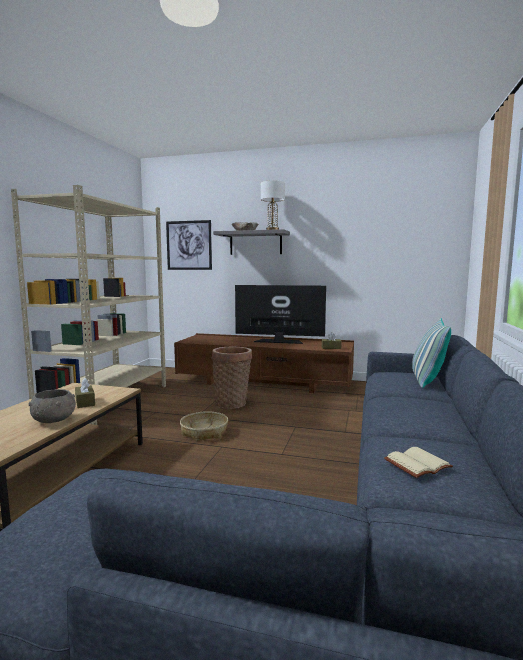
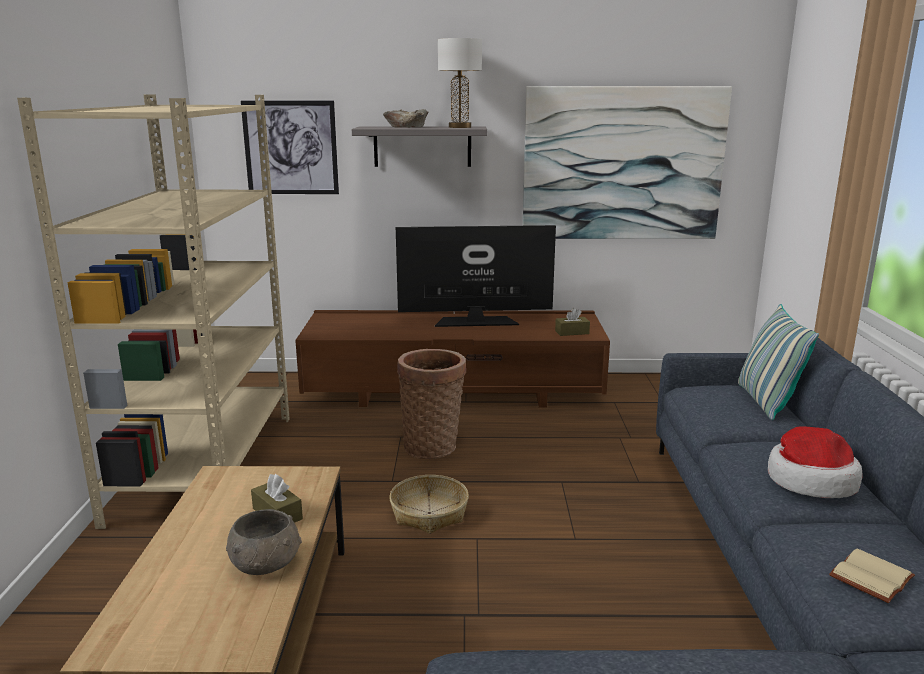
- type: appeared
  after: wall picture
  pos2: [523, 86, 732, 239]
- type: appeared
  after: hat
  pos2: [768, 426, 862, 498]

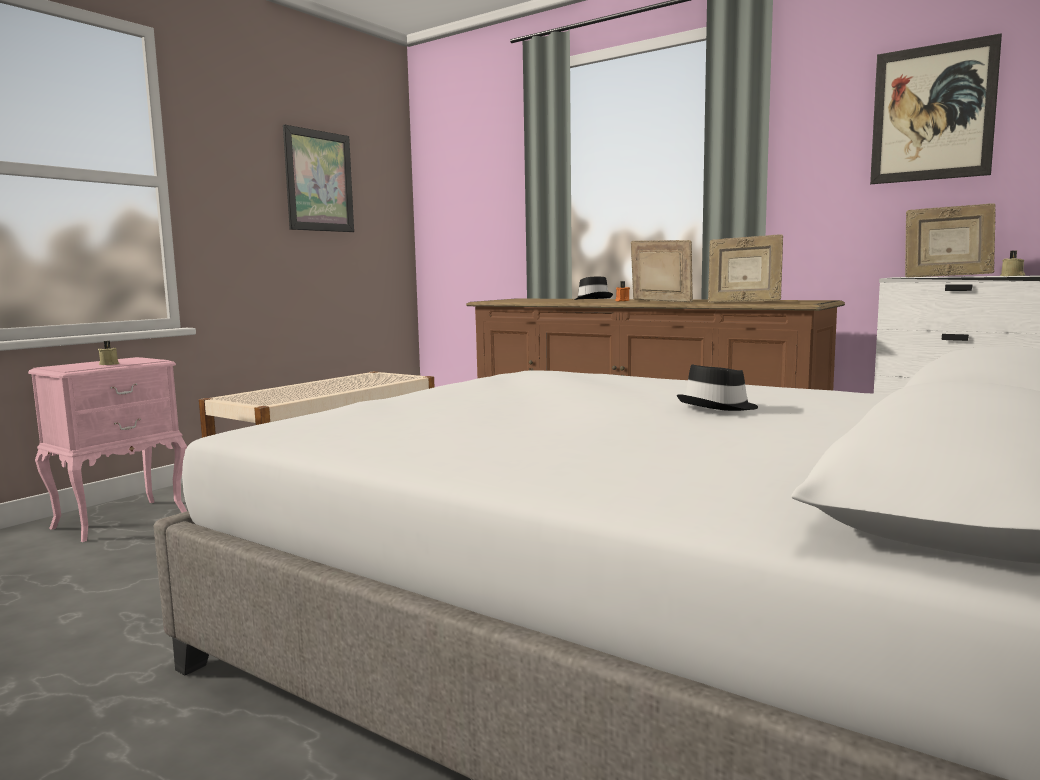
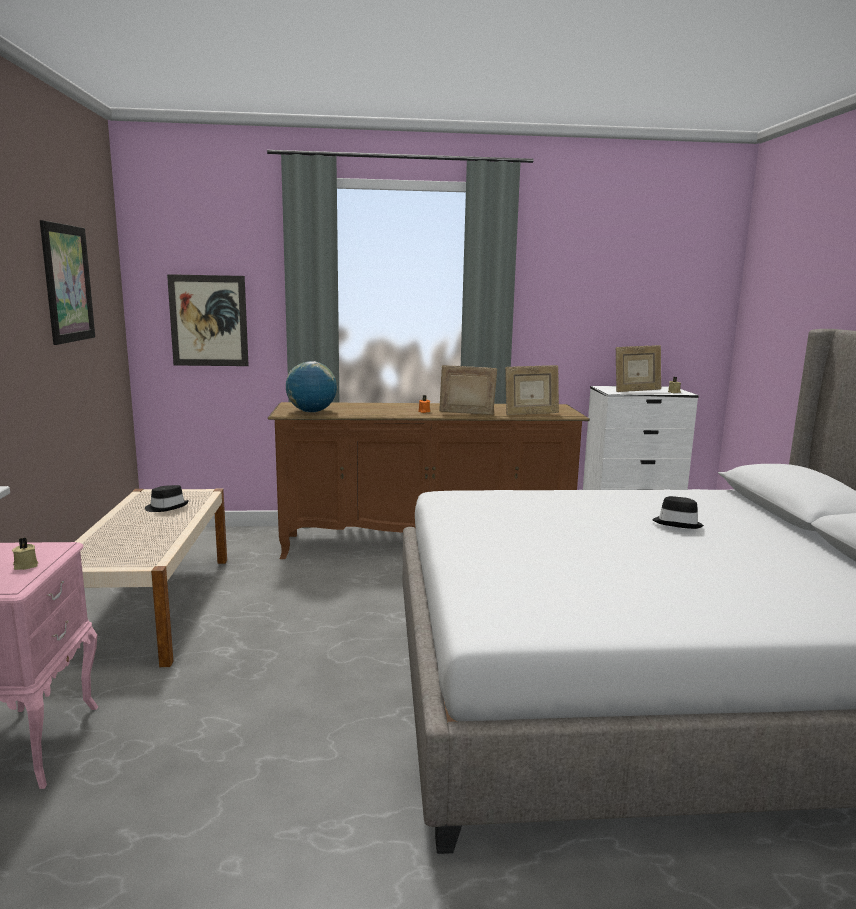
- type: relocated
  before: black hat
  pos1: [574, 277, 613, 300]
  pos2: [145, 485, 189, 512]
- type: relocated
  before: wall picture
  pos1: [870, 33, 1002, 184]
  pos2: [167, 274, 249, 366]
- type: appeared
  after: desk globe
  pos2: [286, 361, 337, 412]

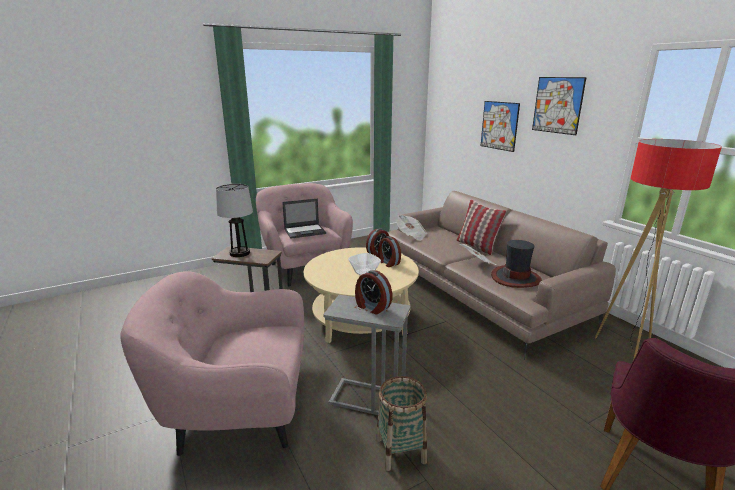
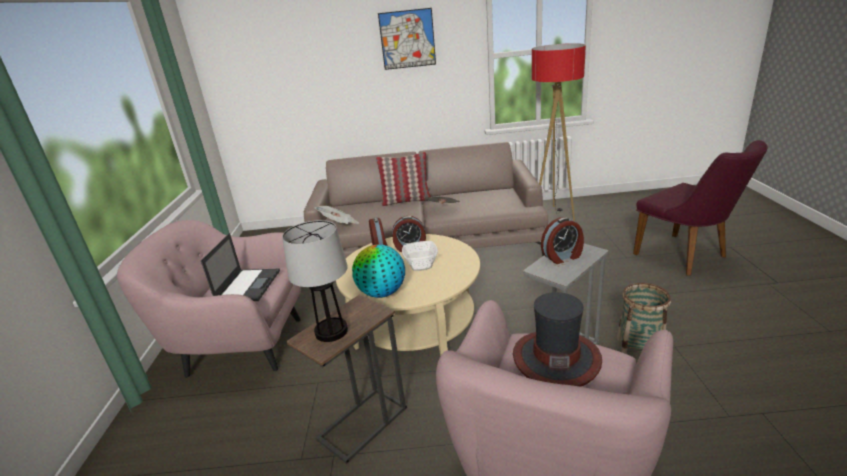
- type: missing
  before: wall picture
  pos1: [481, 101, 520, 152]
- type: relocated
  before: hat
  pos1: [491, 240, 542, 288]
  pos2: [513, 292, 602, 387]
- type: appeared
  after: desk globe
  pos2: [352, 244, 405, 298]

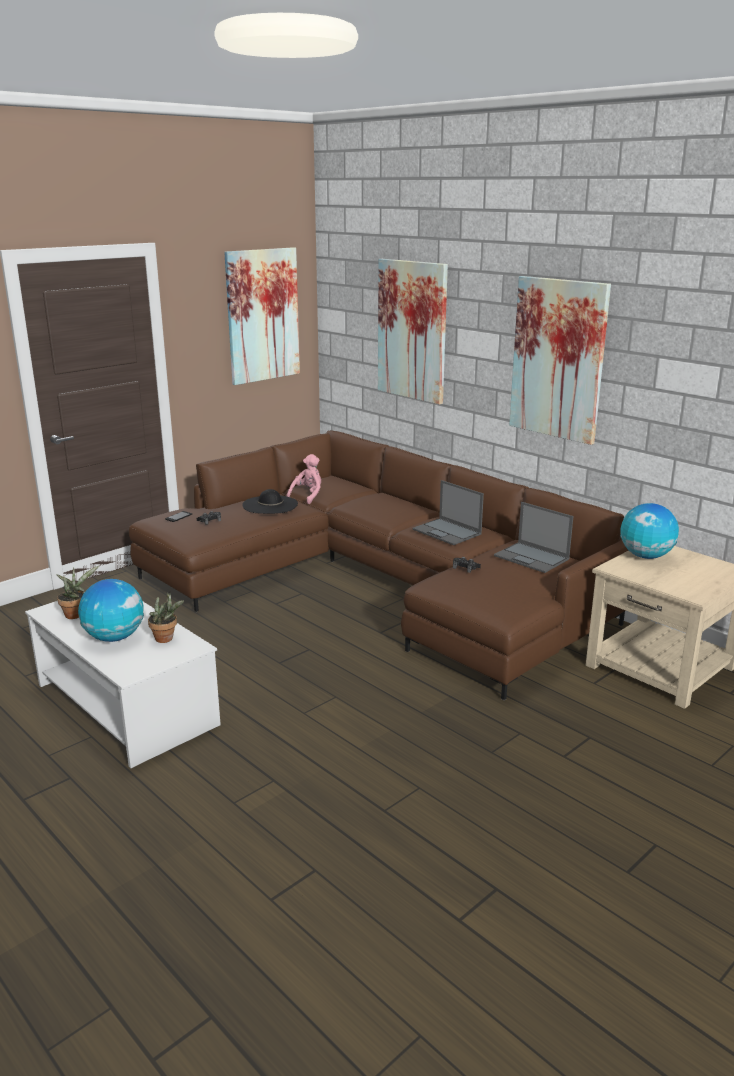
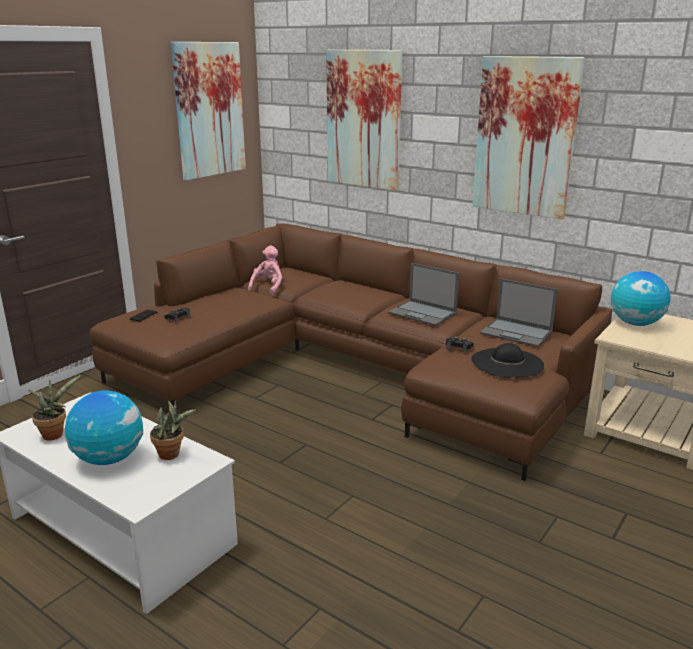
- type: relocated
  before: black hat
  pos1: [242, 489, 298, 514]
  pos2: [472, 343, 544, 378]

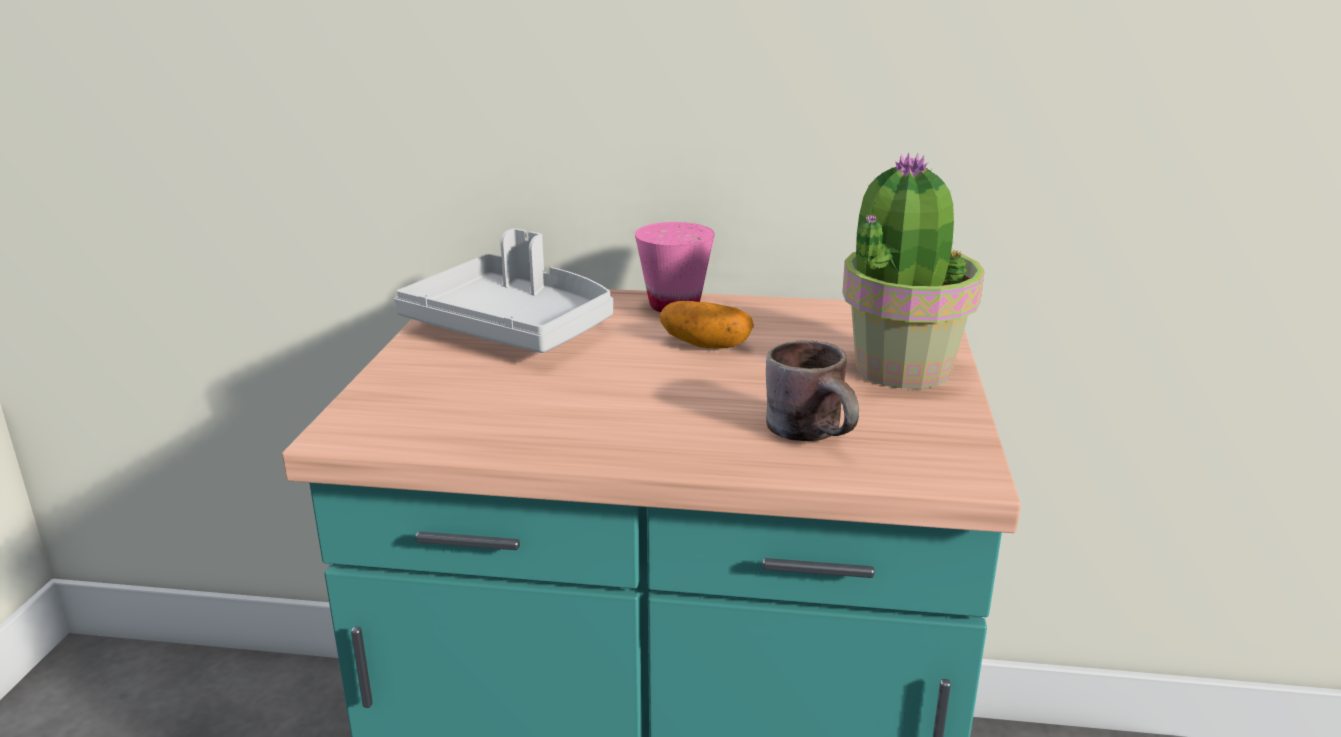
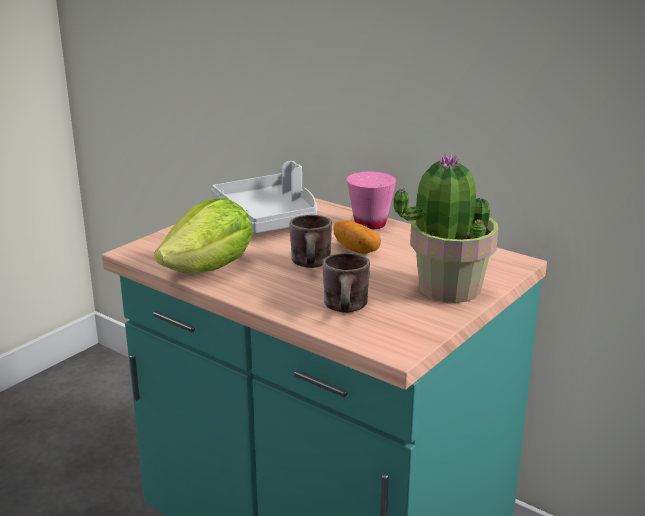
- type: appeared
  after: head of lettuce
  pos2: [154, 198, 253, 274]
- type: appeared
  after: brown-coloured coffee mug
  pos2: [289, 215, 332, 268]

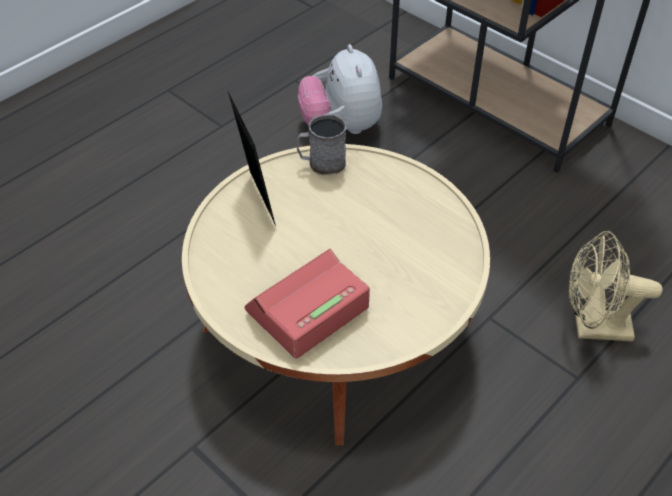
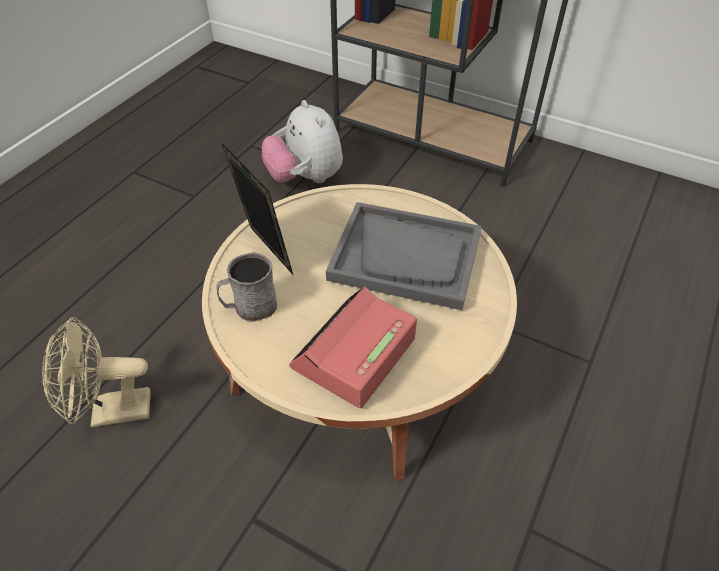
- type: relocated
  before: gray coffee mug
  pos1: [297, 114, 347, 175]
  pos2: [216, 252, 277, 322]
- type: relocated
  before: sand-coloured cooling fan
  pos1: [569, 231, 663, 341]
  pos2: [42, 317, 151, 428]
- type: appeared
  after: gray tray
  pos2: [326, 202, 482, 310]

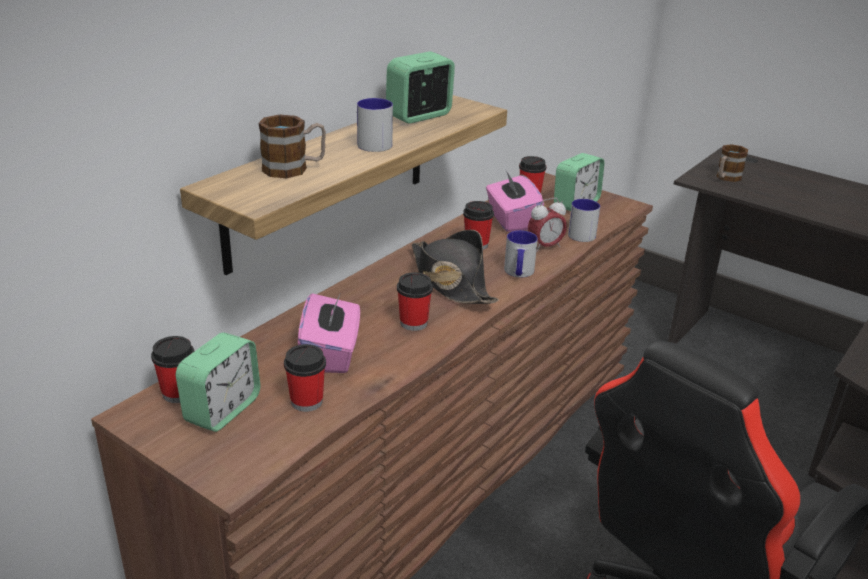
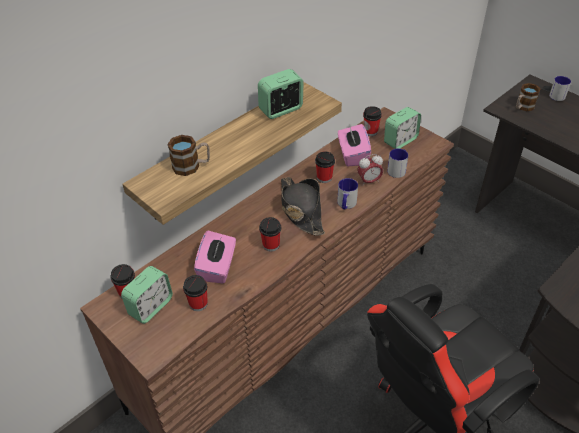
- type: relocated
  before: coffee mug
  pos1: [357, 98, 393, 152]
  pos2: [549, 76, 571, 101]

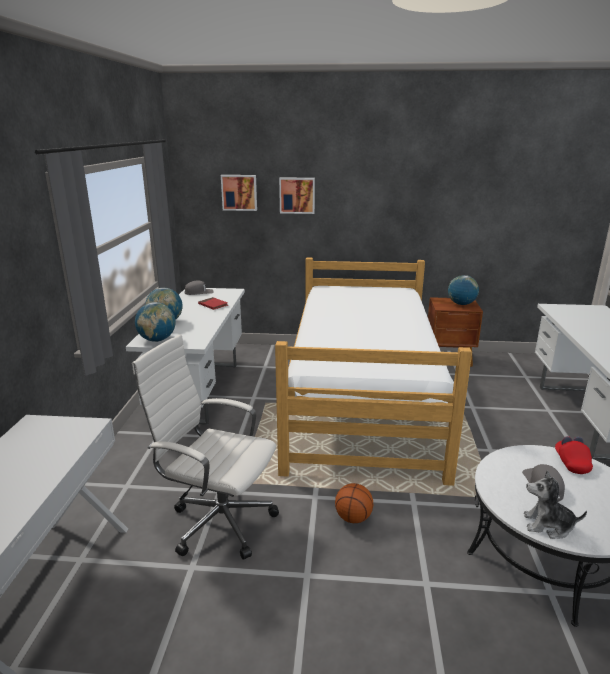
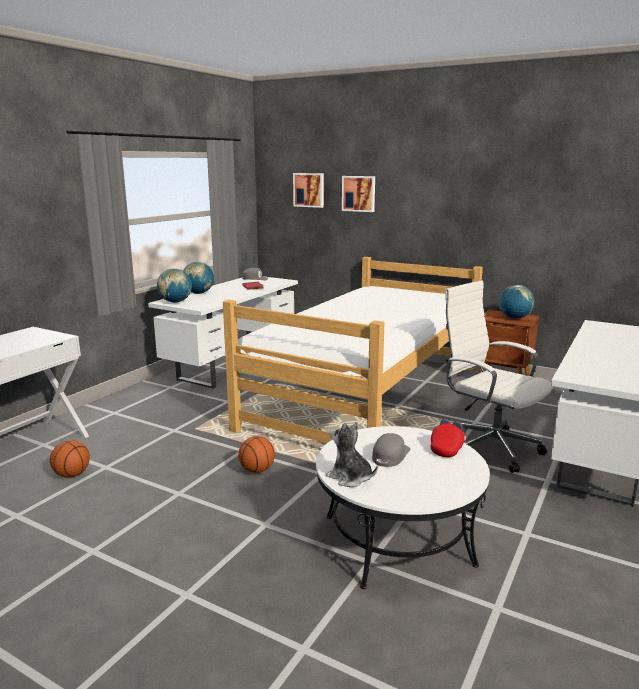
- type: relocated
  before: white desk chair
  pos1: [132, 334, 279, 560]
  pos2: [445, 280, 554, 473]
- type: appeared
  after: basketball
  pos2: [50, 440, 90, 478]

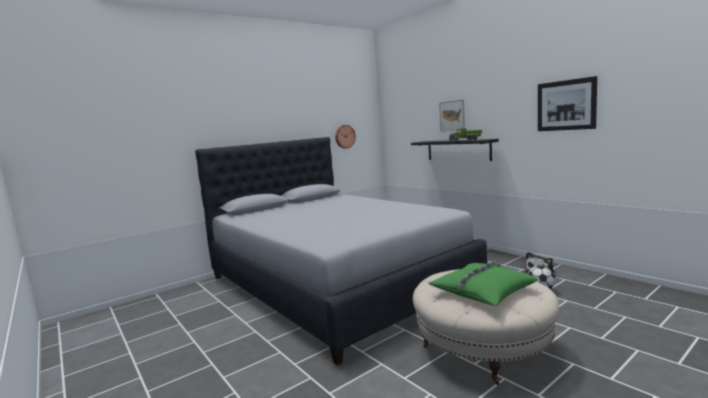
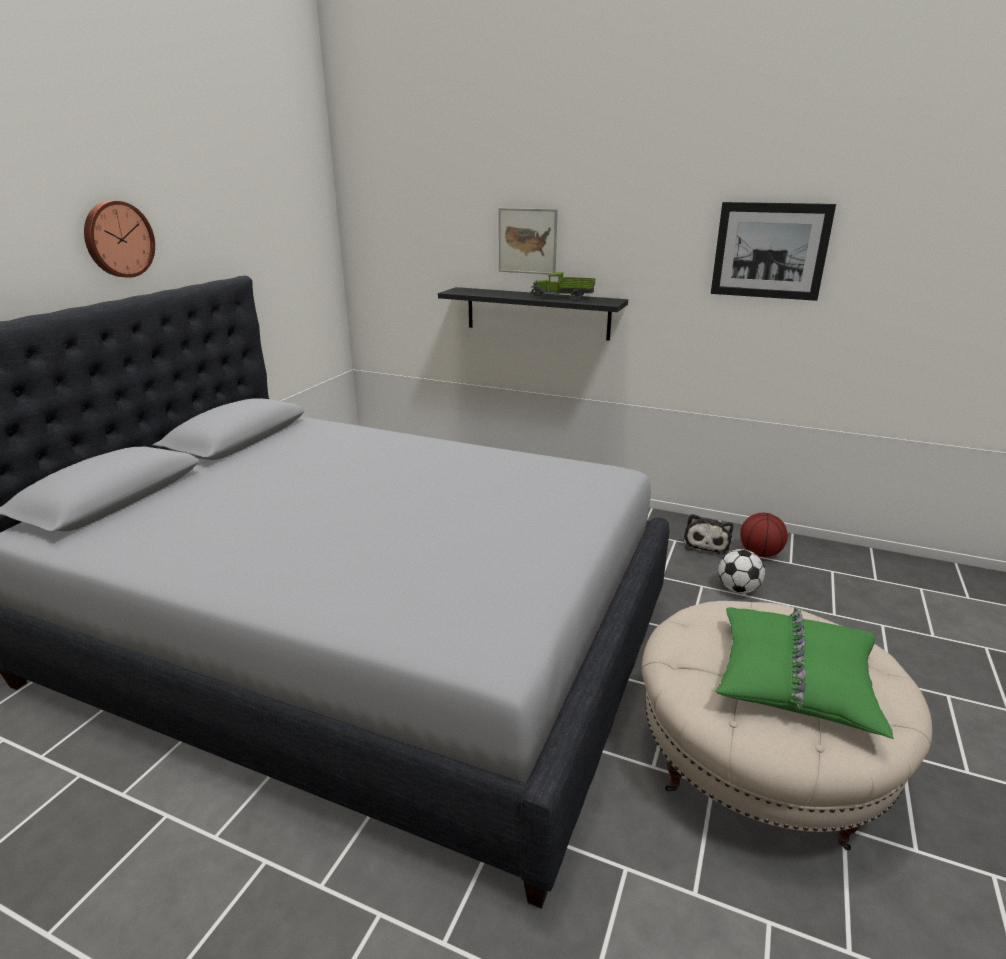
- type: relocated
  before: hanging clock
  pos1: [335, 125, 356, 148]
  pos2: [84, 201, 155, 278]
- type: appeared
  after: basketball
  pos2: [740, 513, 788, 557]

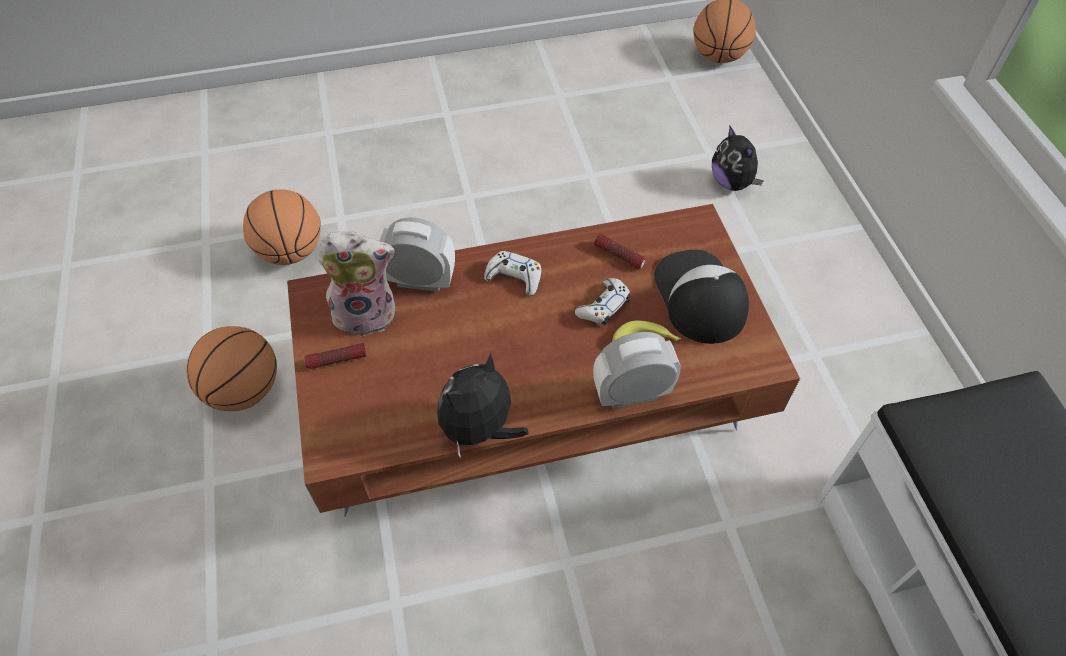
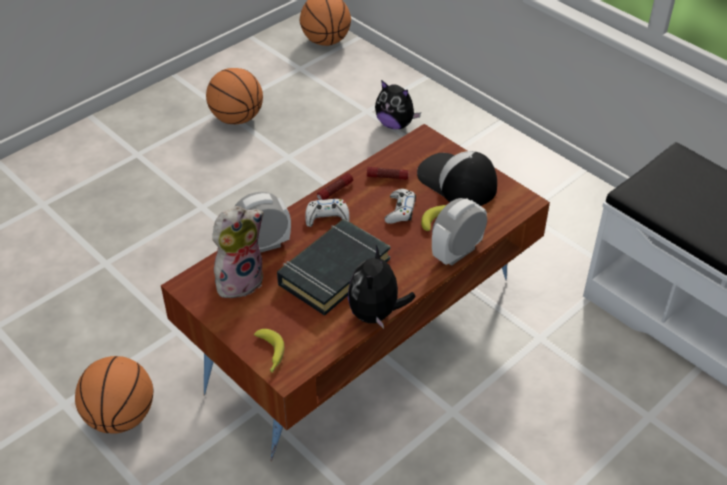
- type: relocated
  before: basketball
  pos1: [243, 189, 321, 265]
  pos2: [206, 68, 263, 124]
- type: relocated
  before: hand torch
  pos1: [304, 343, 366, 369]
  pos2: [317, 173, 353, 200]
- type: appeared
  after: whole banana
  pos2: [254, 329, 284, 373]
- type: appeared
  after: black volume
  pos2: [277, 219, 391, 316]

